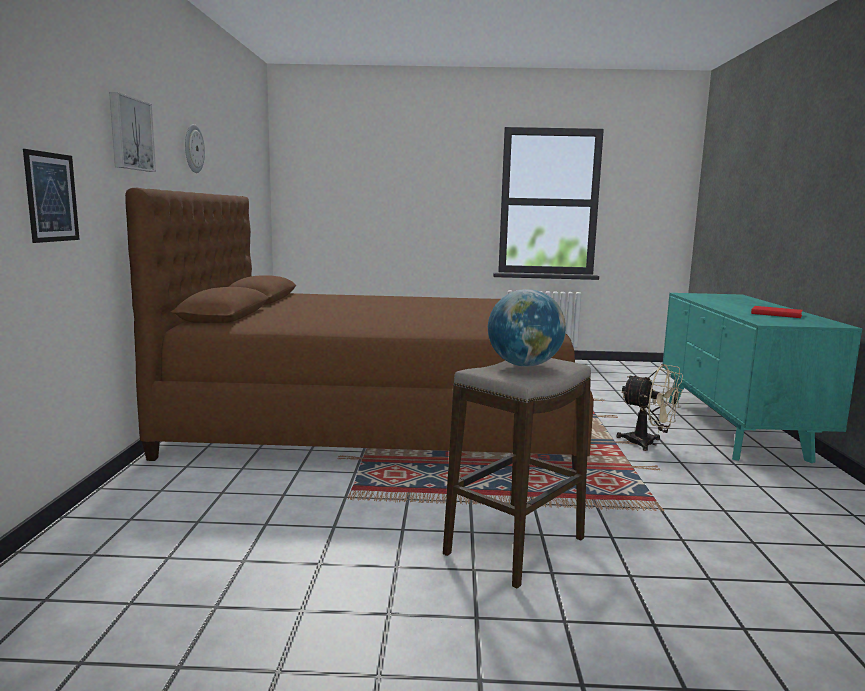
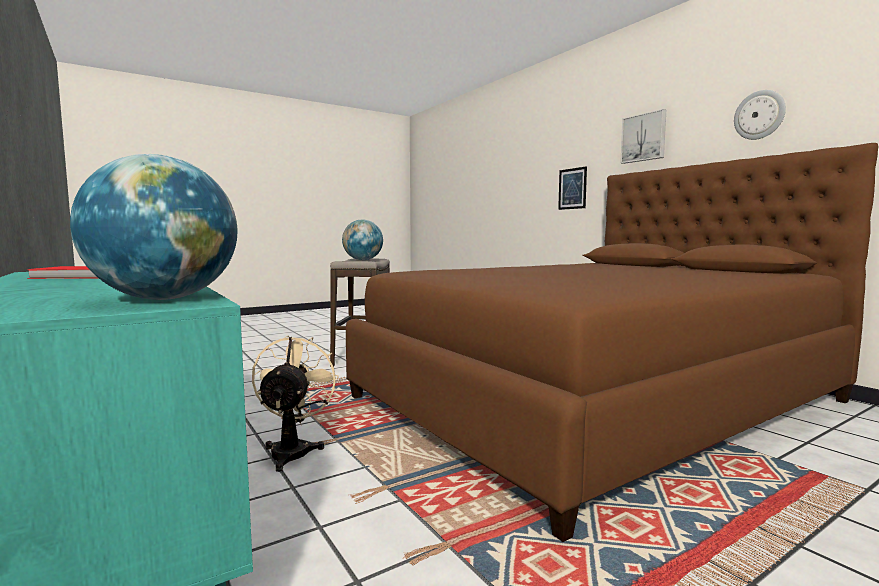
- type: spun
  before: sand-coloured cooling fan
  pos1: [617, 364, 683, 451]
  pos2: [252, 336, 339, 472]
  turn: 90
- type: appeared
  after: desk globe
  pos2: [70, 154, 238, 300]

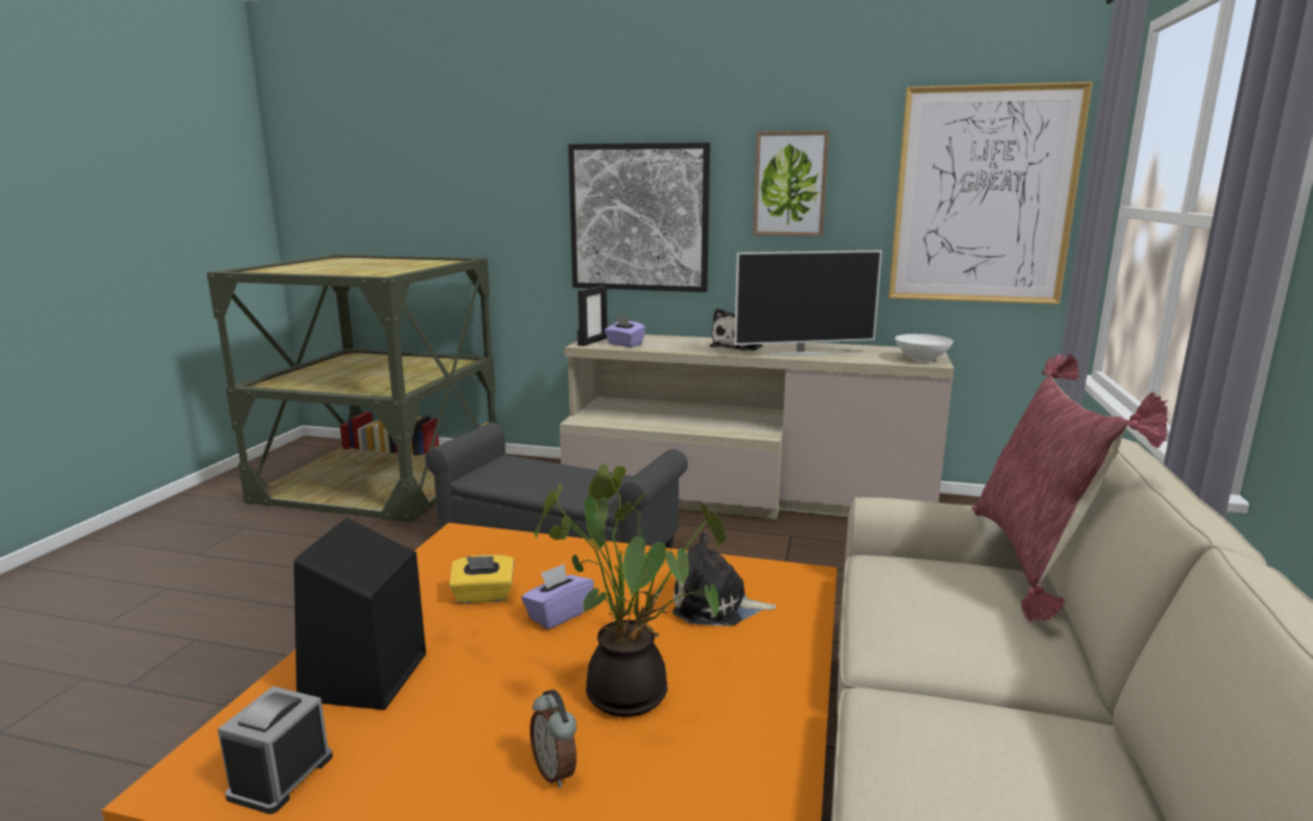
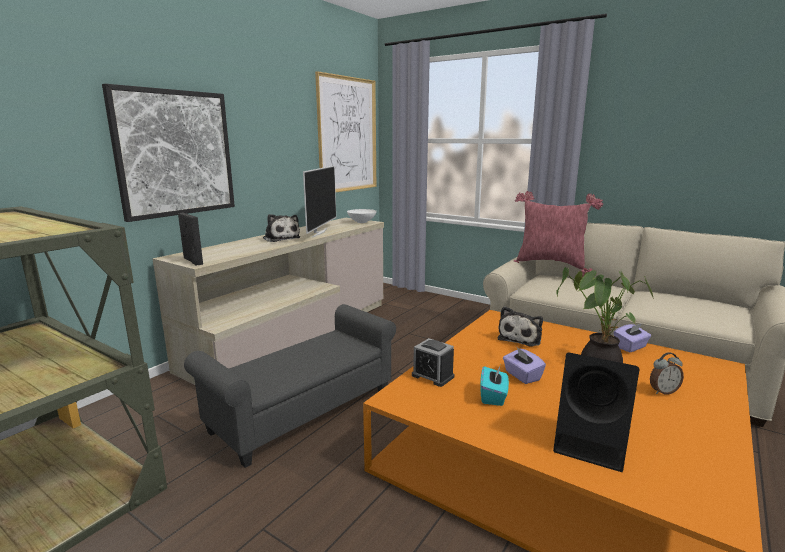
- type: relocated
  before: bedside clock
  pos1: [218, 686, 333, 814]
  pos2: [412, 338, 454, 387]
- type: colour
  before: yellow box of tissues
  after: blue-green box of tissues
  pos1: [449, 555, 514, 604]
  pos2: [480, 366, 509, 406]
- type: relocated
  before: purple-coloured box of tissues
  pos1: [604, 316, 646, 347]
  pos2: [614, 324, 651, 353]
- type: missing
  before: wall picture
  pos1: [753, 130, 829, 236]

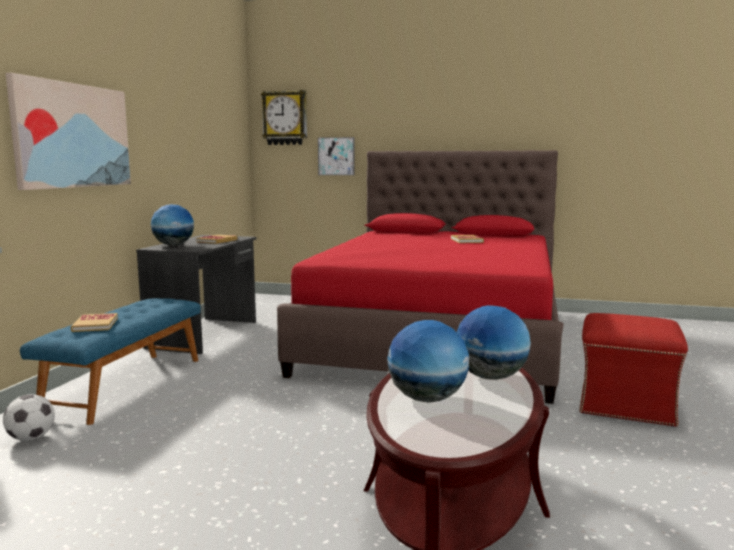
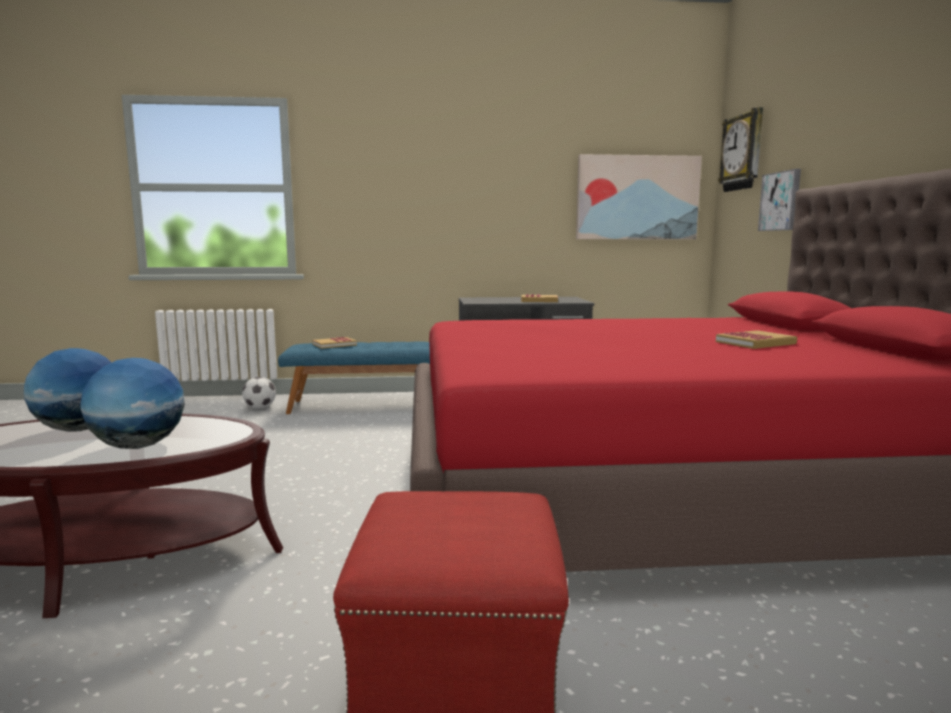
- type: relocated
  before: wall picture
  pos1: [6, 73, 131, 190]
  pos2: [576, 154, 702, 239]
- type: missing
  before: desk globe
  pos1: [151, 204, 194, 246]

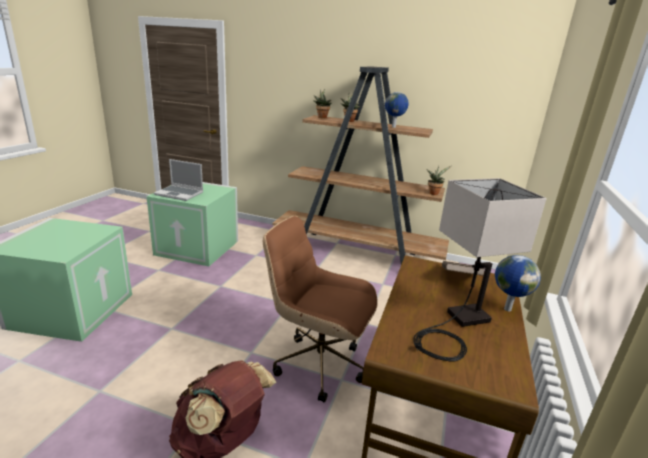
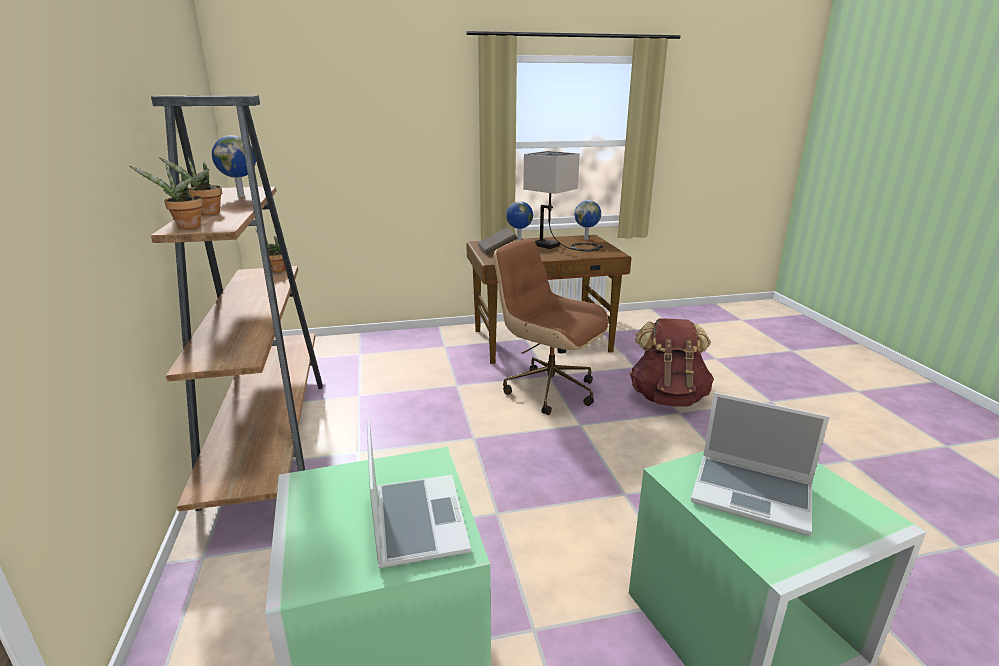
- type: spun
  before: brown-coloured desk chair
  pos1: [263, 216, 378, 402]
  pos2: [494, 239, 608, 415]
  turn: 135
- type: appeared
  after: desk globe
  pos2: [574, 200, 601, 240]
- type: appeared
  after: notebook computer
  pos2: [691, 392, 830, 536]

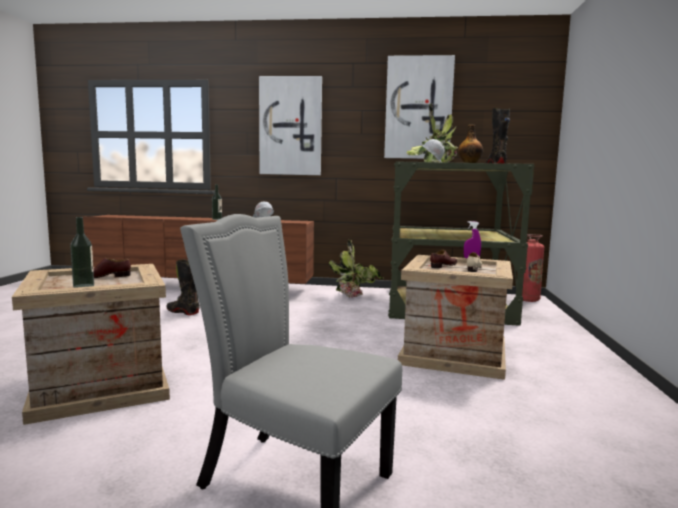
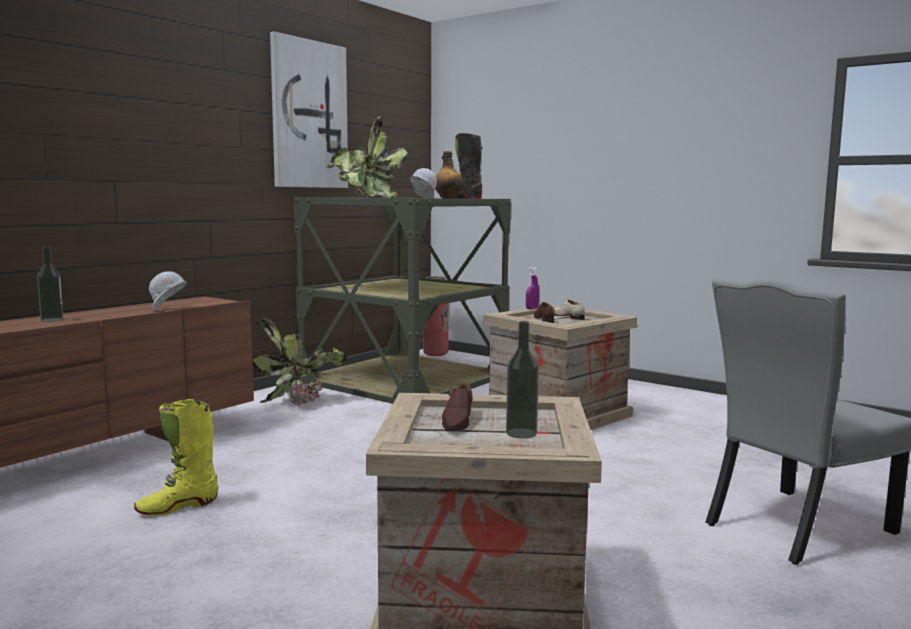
- type: colour
  before: black boot
  after: yellow boot
  pos1: [166, 259, 200, 315]
  pos2: [134, 399, 218, 516]
- type: missing
  before: wall picture
  pos1: [259, 76, 322, 175]

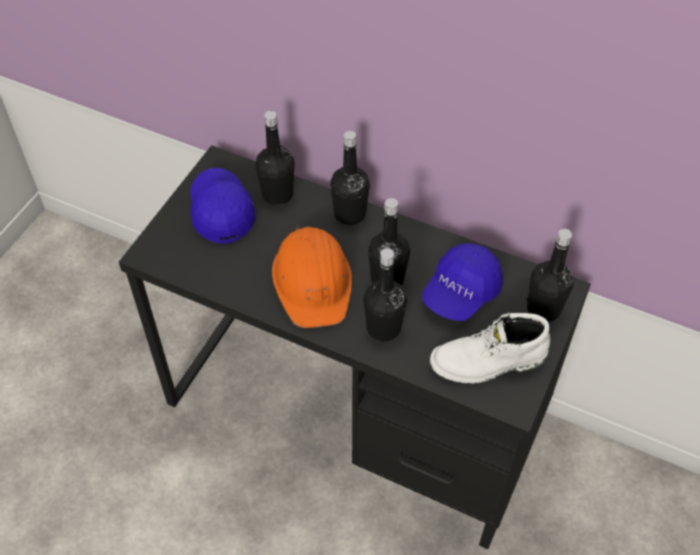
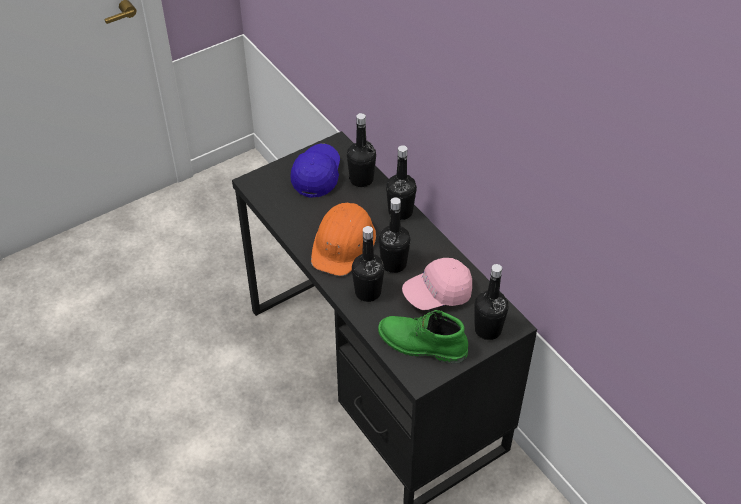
- type: colour
  before: blue cap
  after: pink cap
  pos1: [422, 243, 503, 321]
  pos2: [402, 258, 472, 310]
- type: colour
  before: white boot
  after: greenish boot
  pos1: [430, 313, 550, 383]
  pos2: [378, 310, 468, 364]

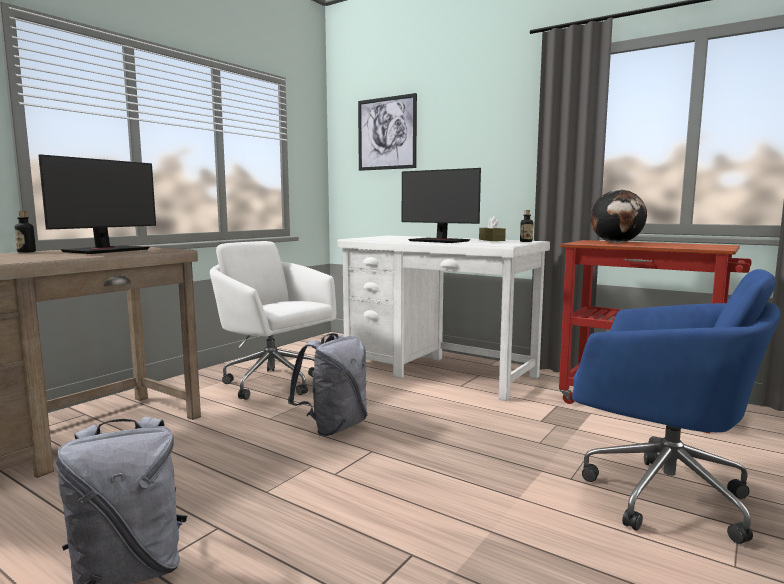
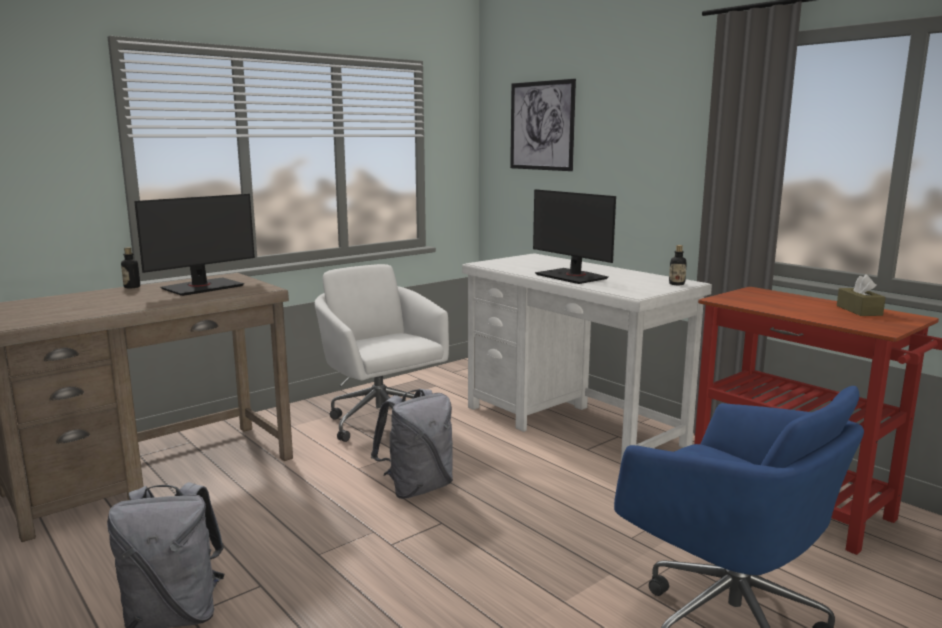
- type: relocated
  before: brown-coloured box of tissues
  pos1: [479, 216, 506, 241]
  pos2: [837, 274, 886, 316]
- type: missing
  before: desk globe
  pos1: [590, 190, 647, 243]

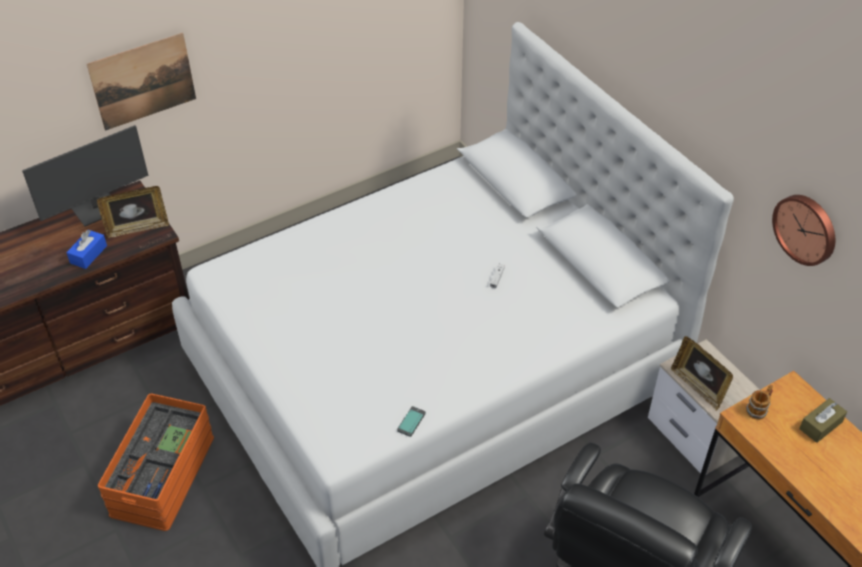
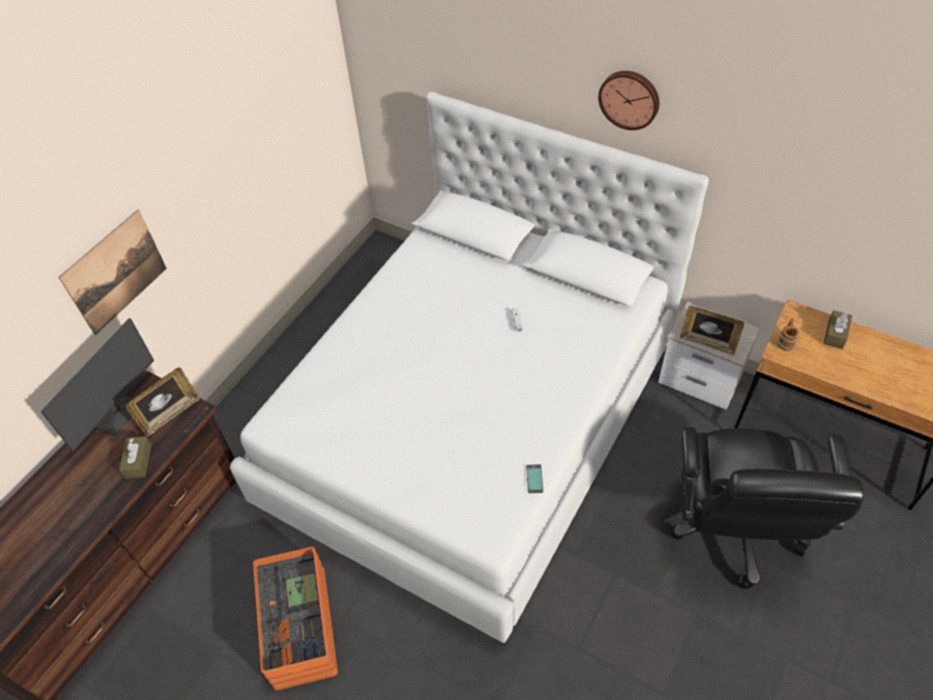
- type: colour
  before: blue box of tissues
  after: brown-coloured box of tissues
  pos1: [66, 230, 107, 269]
  pos2: [119, 436, 152, 479]
- type: relocated
  before: hanging clock
  pos1: [772, 195, 835, 266]
  pos2: [598, 71, 659, 130]

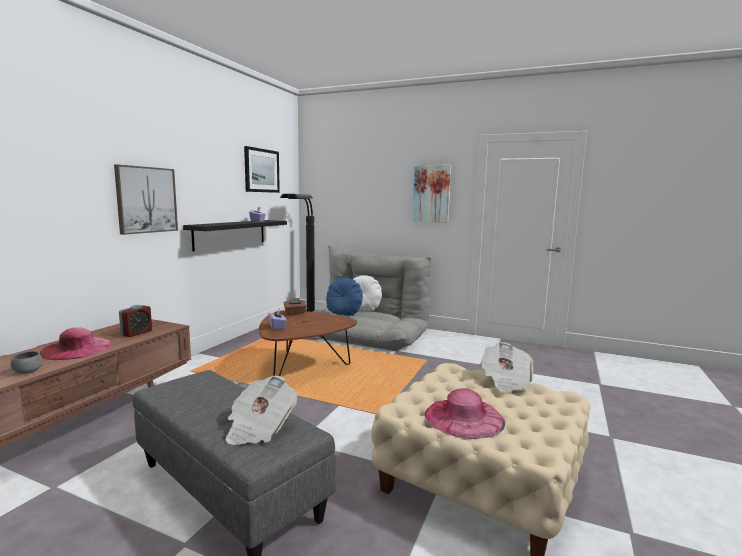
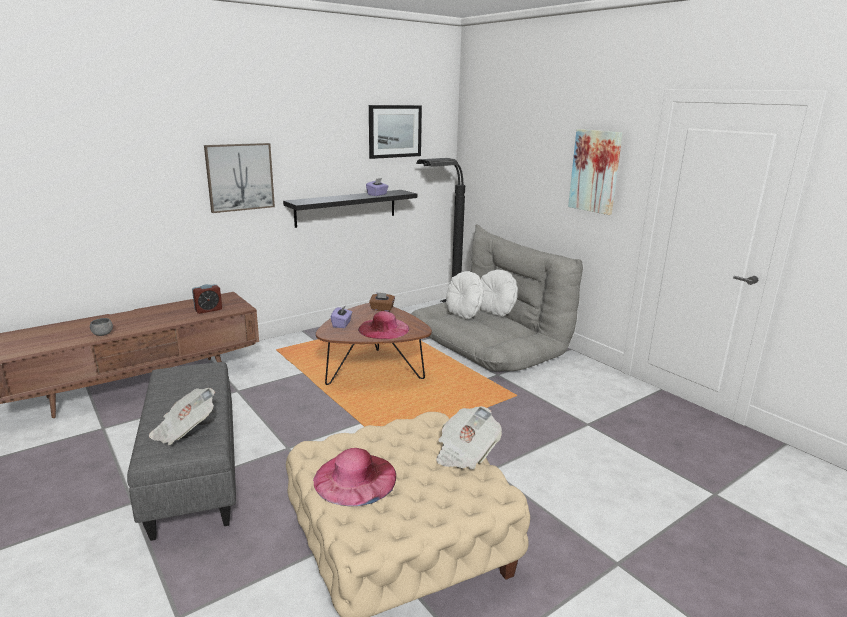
- type: relocated
  before: pink hat
  pos1: [39, 327, 112, 360]
  pos2: [358, 311, 409, 339]
- type: colour
  before: blue throw pillow
  after: white throw pillow
  pos1: [326, 278, 363, 316]
  pos2: [446, 271, 484, 319]

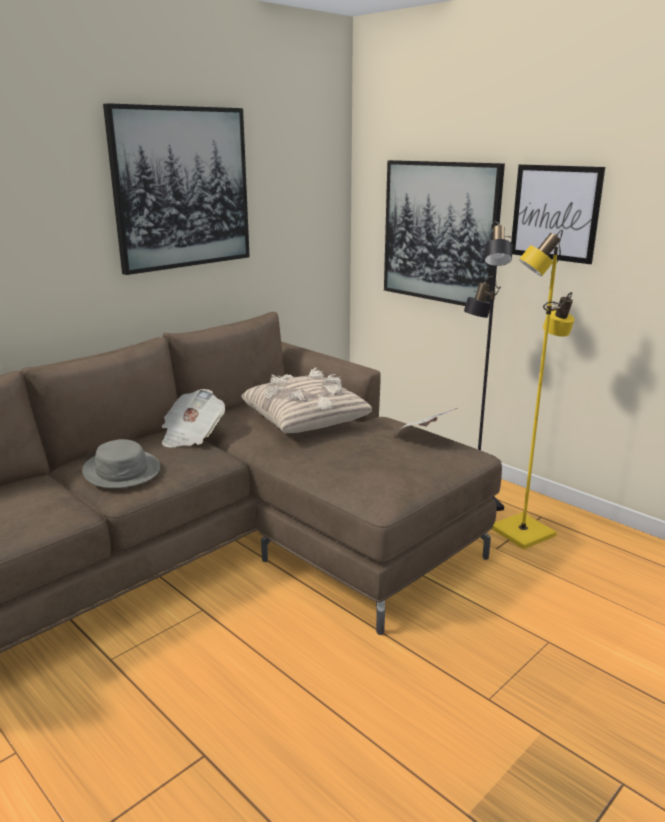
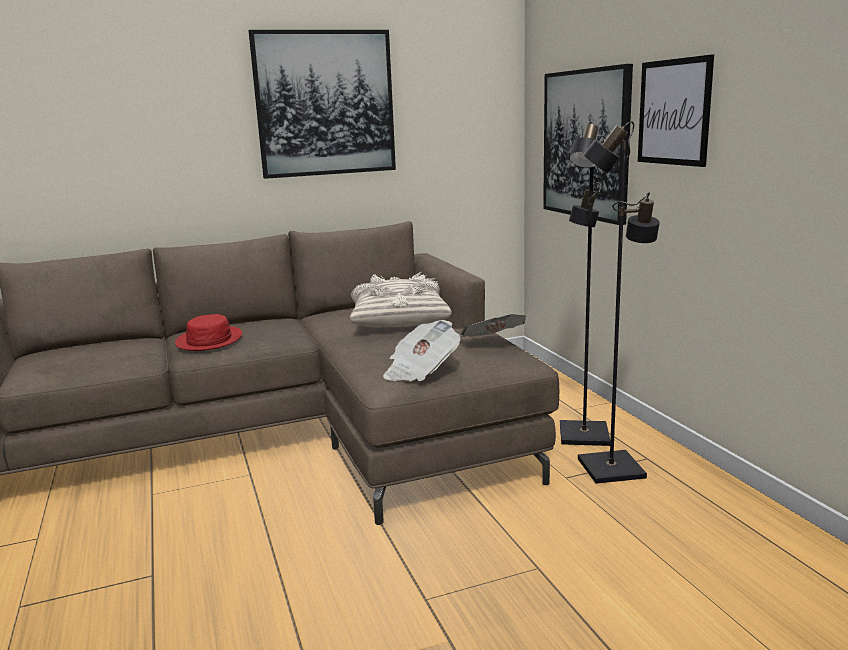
- type: colour
  before: gray hat
  after: red-coloured hat
  pos1: [82, 439, 160, 488]
  pos2: [175, 314, 242, 351]
- type: relocated
  before: printed paper
  pos1: [162, 389, 225, 447]
  pos2: [383, 320, 460, 381]
- type: colour
  before: yellow standard lamp
  after: black standard lamp
  pos1: [492, 229, 575, 549]
  pos2: [578, 121, 660, 484]

